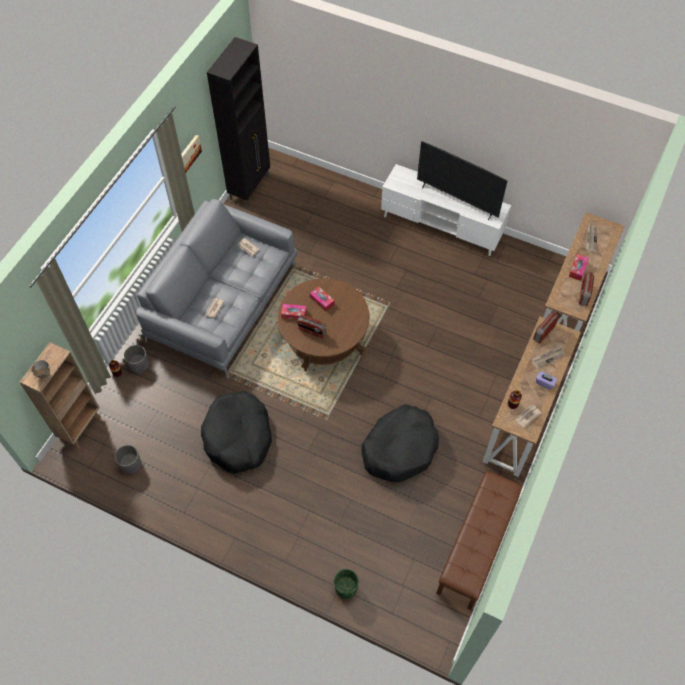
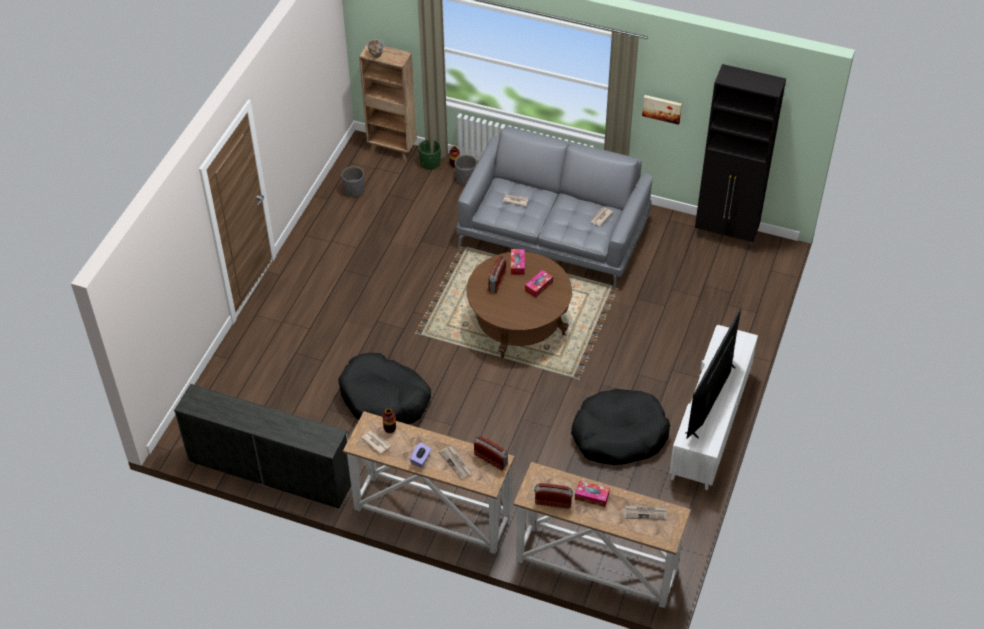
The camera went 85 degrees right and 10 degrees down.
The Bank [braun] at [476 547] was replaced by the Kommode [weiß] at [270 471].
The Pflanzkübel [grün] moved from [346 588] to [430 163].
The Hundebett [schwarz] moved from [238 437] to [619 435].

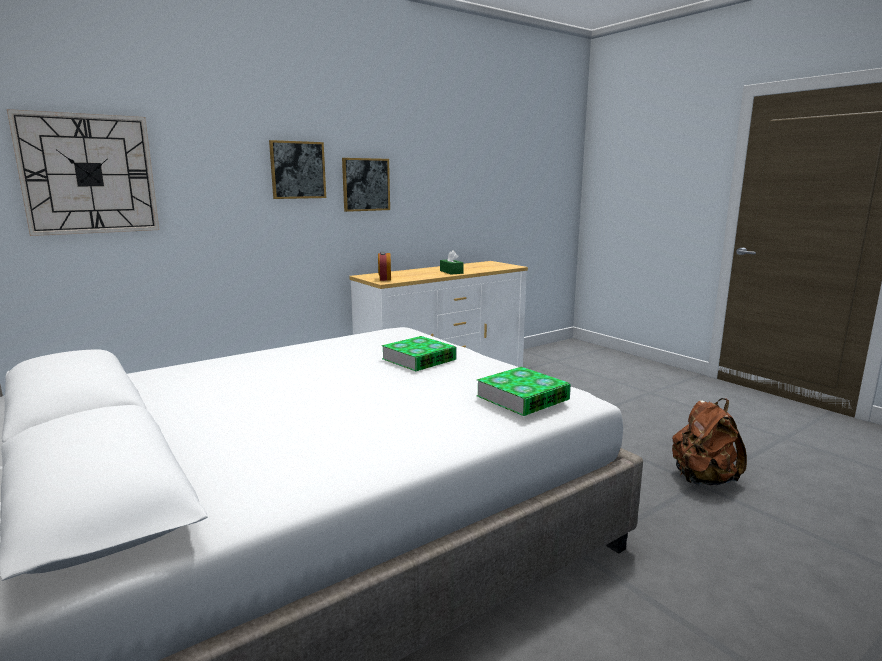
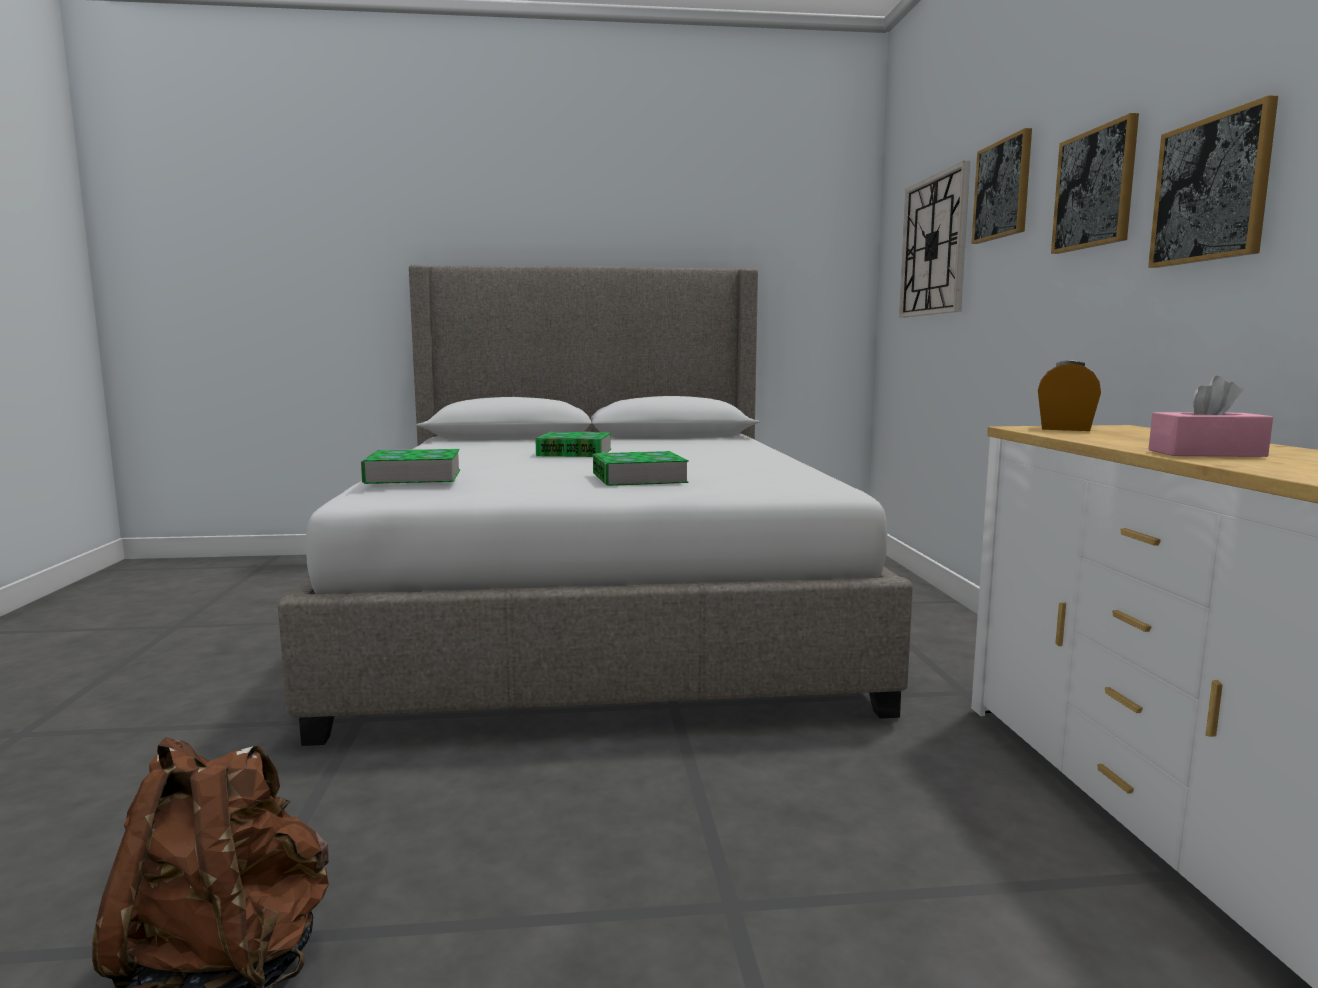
The camera went 120 degrees right and 5 degrees down.
The Buch at [575 452] appeared.
The Bild at [1003 189] appeared.
The Taschentuchbox [grün] at [451 272] became the Taschentuchbox [rosa] at [1206 453].

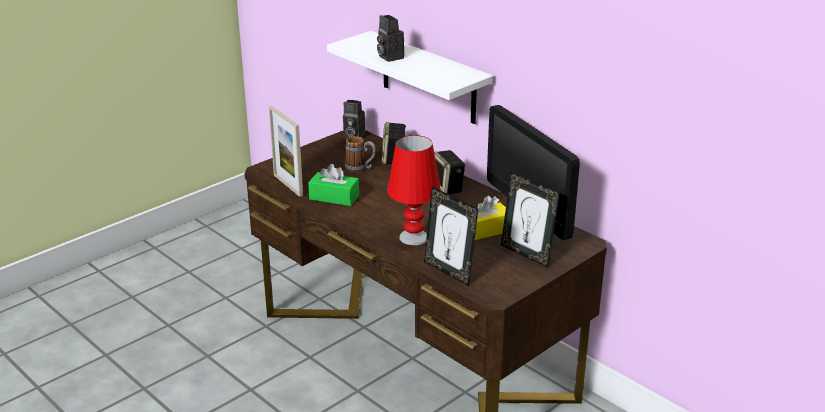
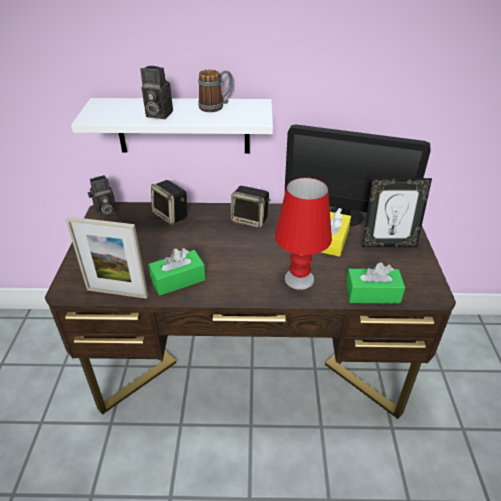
The camera went 45 degrees left and 10 degrees up.
The Henkelbecher moved from [360 168] to [216 106].
The Bilderrahmen at [449 271] was replaced by the Taschentuchbox [grün] at [372 294].

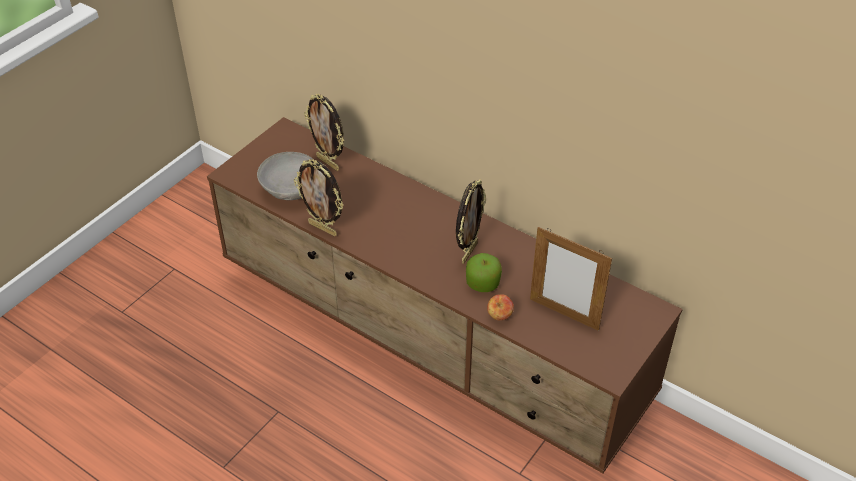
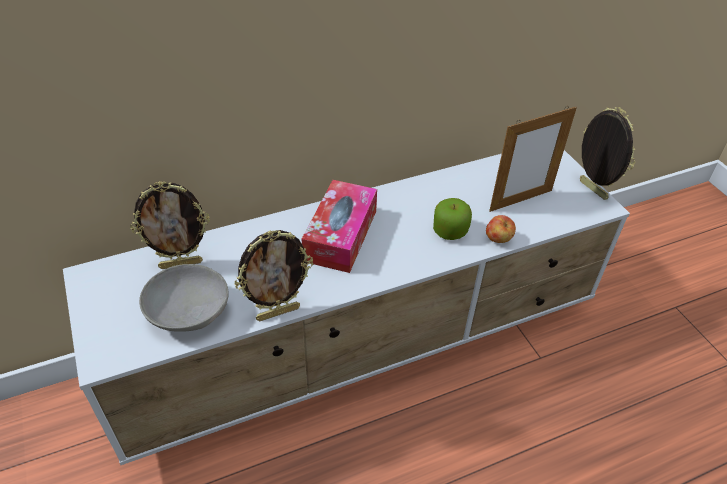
The camera went 60 degrees left and 0 degrees up.
The Fernsehschrank [braun] at [430 343] became the Fernsehschrank [weiß] at [362 346].
The Taschentuchbox at [340 235] appeared.
The Bilderrahmen moved from [468 252] to [591 190].

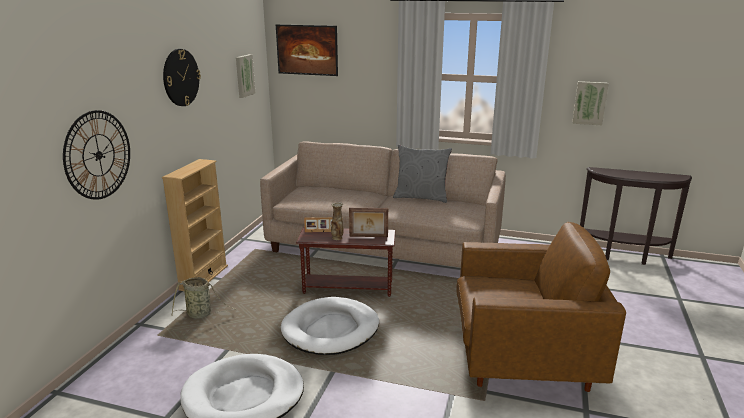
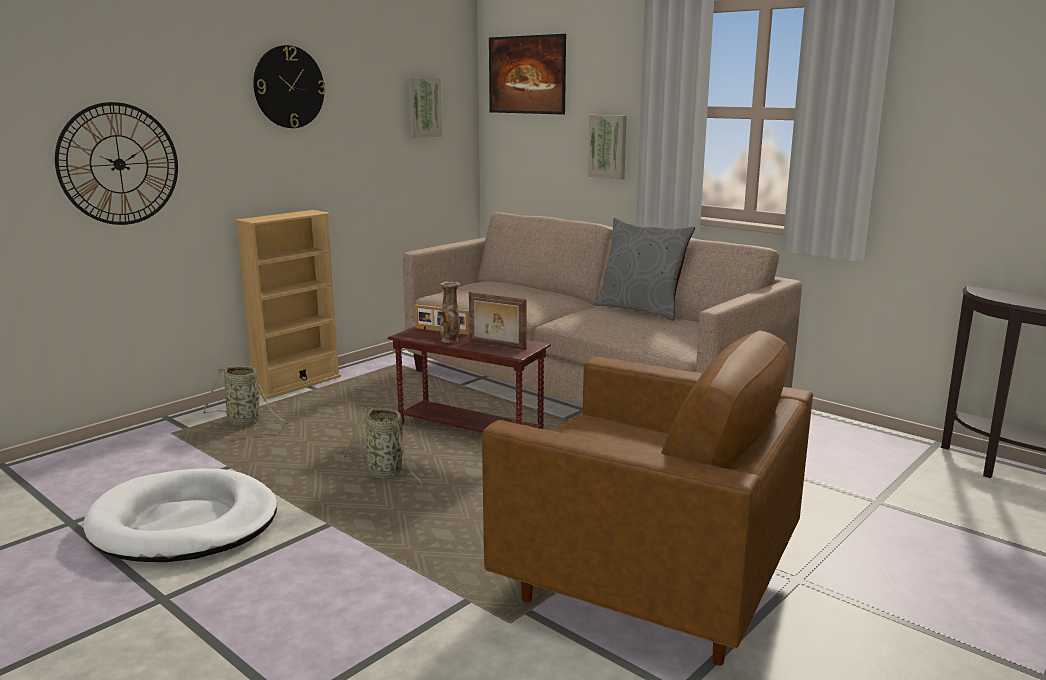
The camera went 25 degrees right and 5 degrees down.
The Hundebett [weiß] at [331 329] was replaced by the Korb at [386 474].
The Bild moved from [589 103] to [608 146].

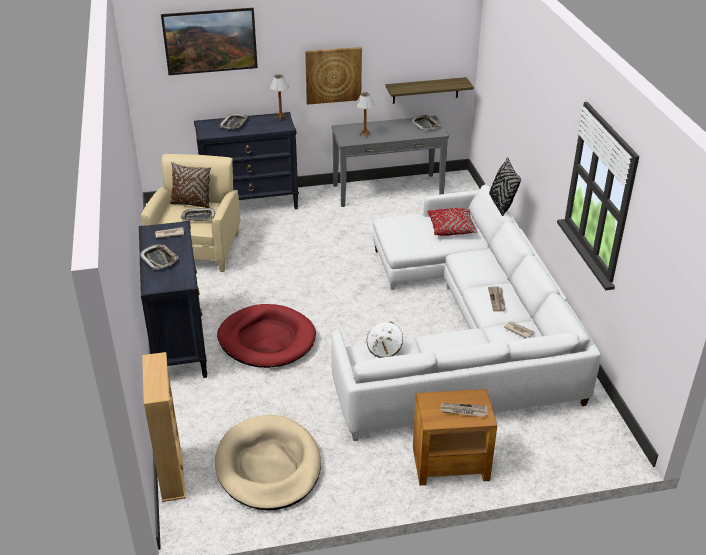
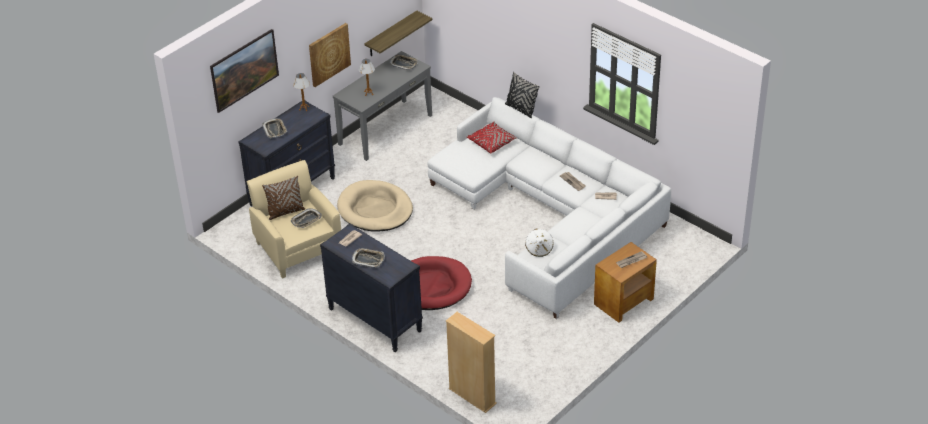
The camera went 35 degrees left and 5 degrees up.
The Hundebett [beige] moved from [268 466] to [375 209].

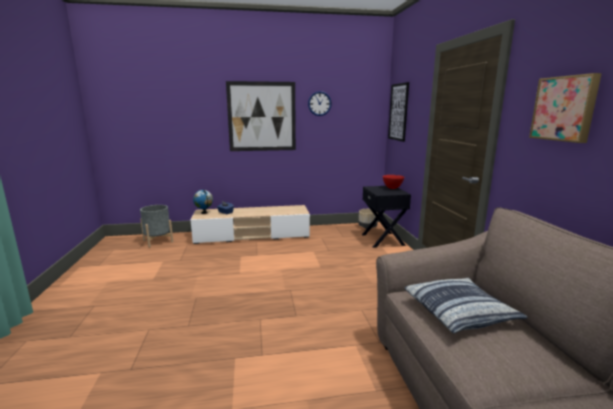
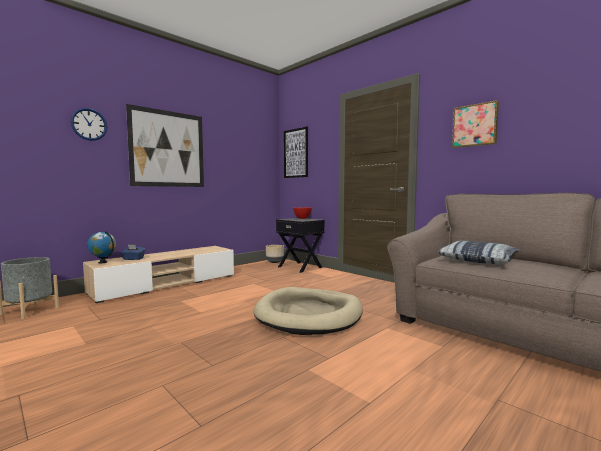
The camera went 35 degrees left and 10 degrees down.
The Wanduhr moved from [319 103] to [89 124].
The Hundebett [beige] at [309 314] appeared.

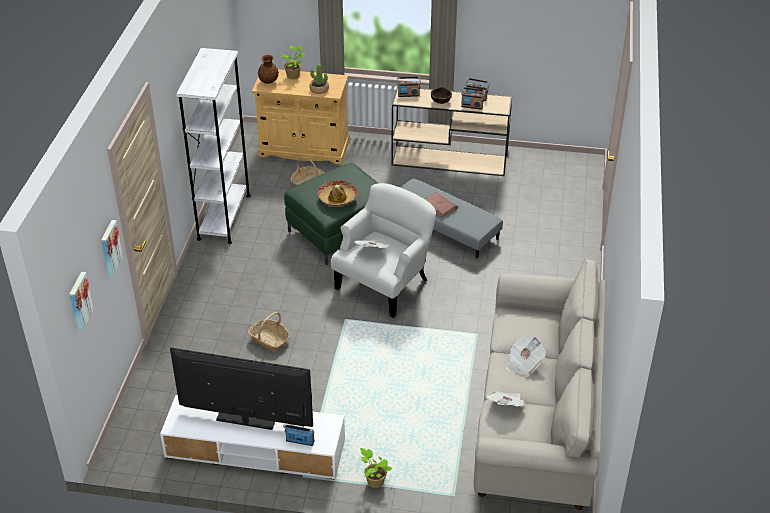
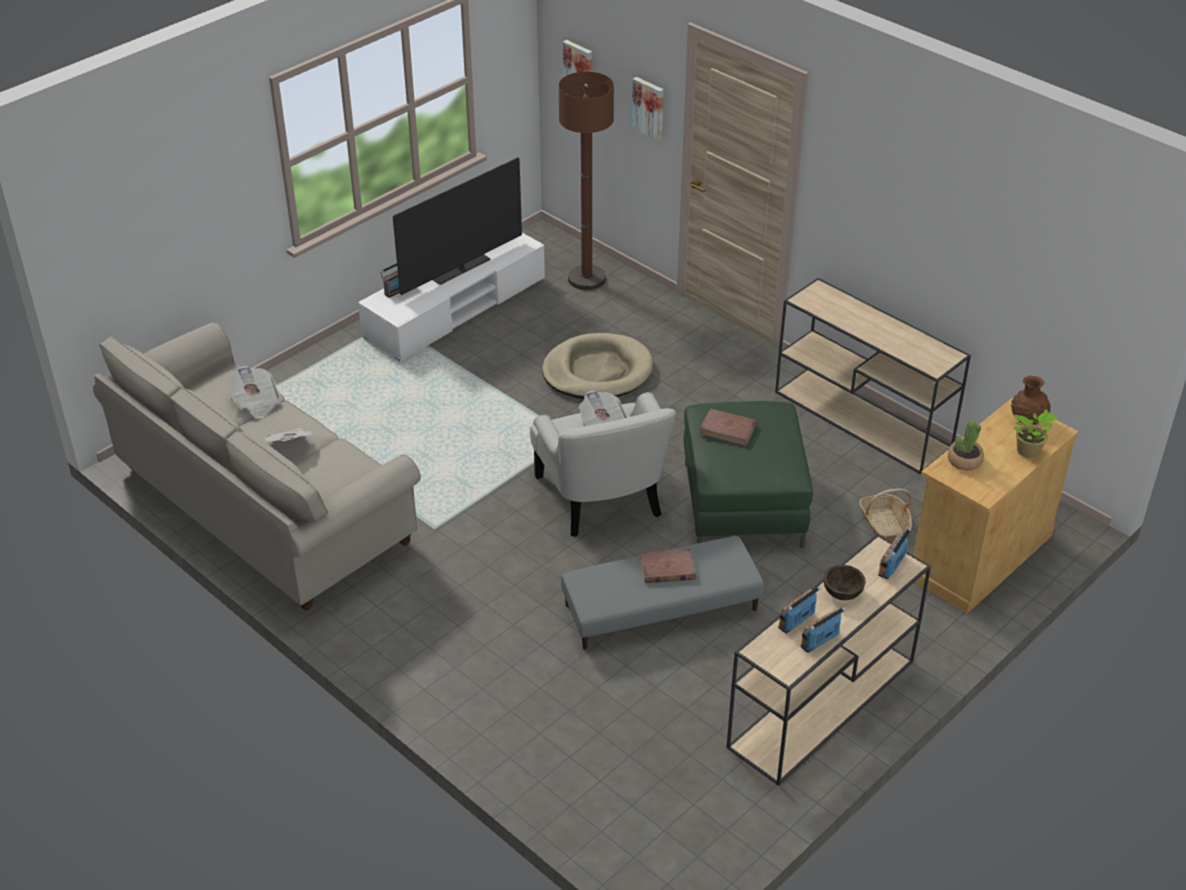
The camera went 125 degrees right and 0 degrees up.
The Korb at [269 340] was replaced by the Hundebett [beige] at [597 371].
The Stehlampe [braun] at [586 279] appeared.
The Hut at [337 197] was replaced by the Buch [braun] at [728 430].
The Bücherregal [weiß] at [224 217] was replaced by the Konsolentisch [beige] at [864 420].
The Topfpflanze at [374 481] disappeared.

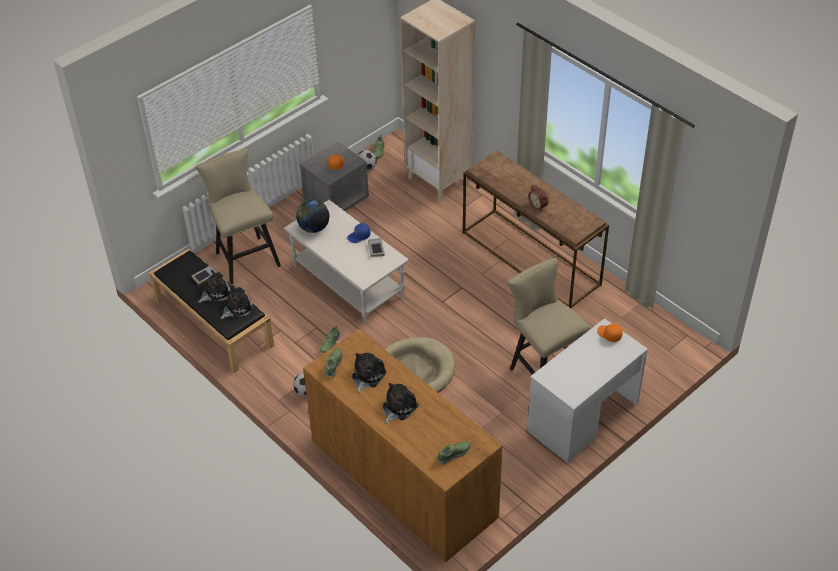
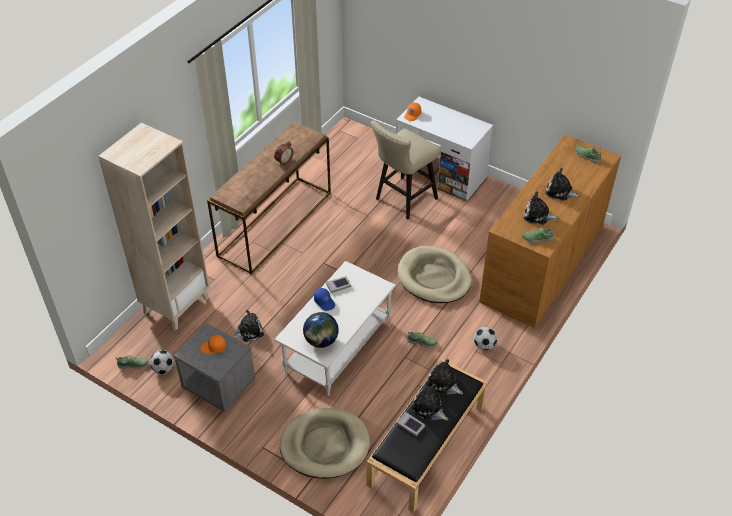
The camera went 105 degrees left and 0 degrees up.
The Plüschtier at [248 331] appeared.
The Hocker [beige] at [245 257] was replaced by the Hundebett [beige] at [325 445].

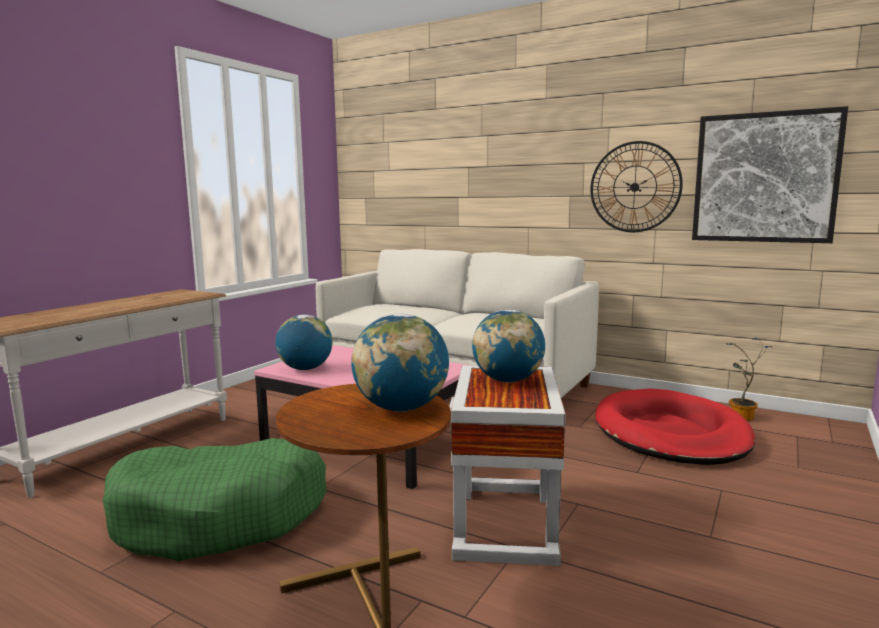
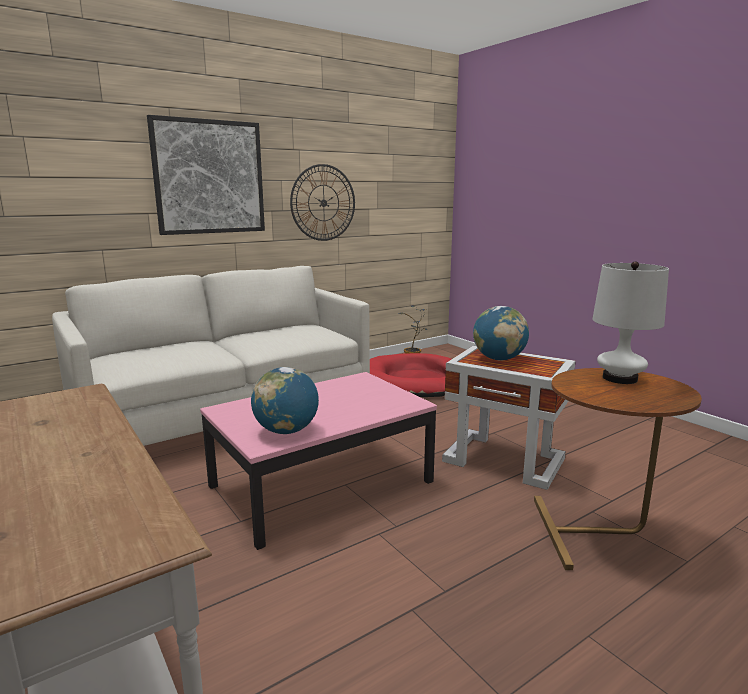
The camera went 65 degrees left and 5 degrees up.
The Bild moved from [764 178] to [209 177].
The Globus at [401 408] was replaced by the Tischlampe [weiß] at [620 378].
The Hundebett [grün] at [220 516] disappeared.

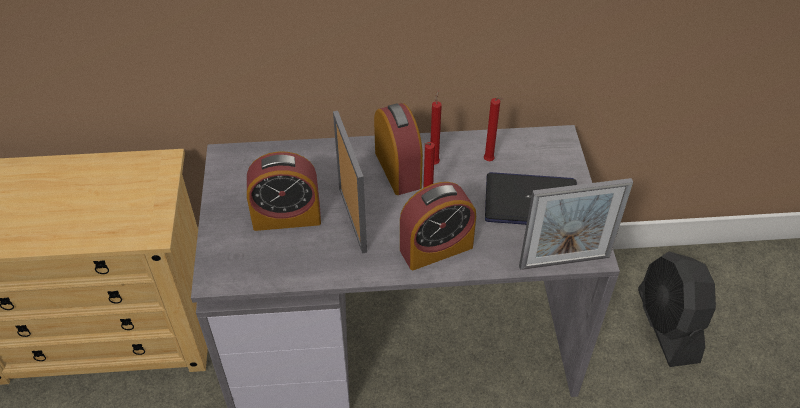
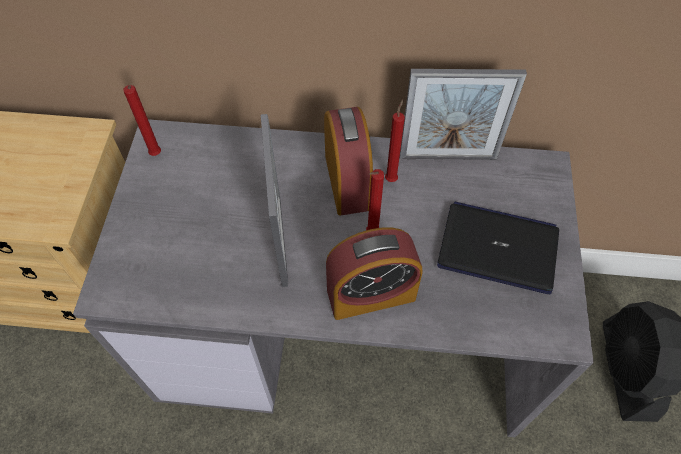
The camera went 10 degrees right and 10 degrees up.
The Kerze [rot] moved from [489 161] to [156 155].
The Bilderrahmen moved from [564 262] to [447 157].
The Wecker at [287 217] disappeared.

